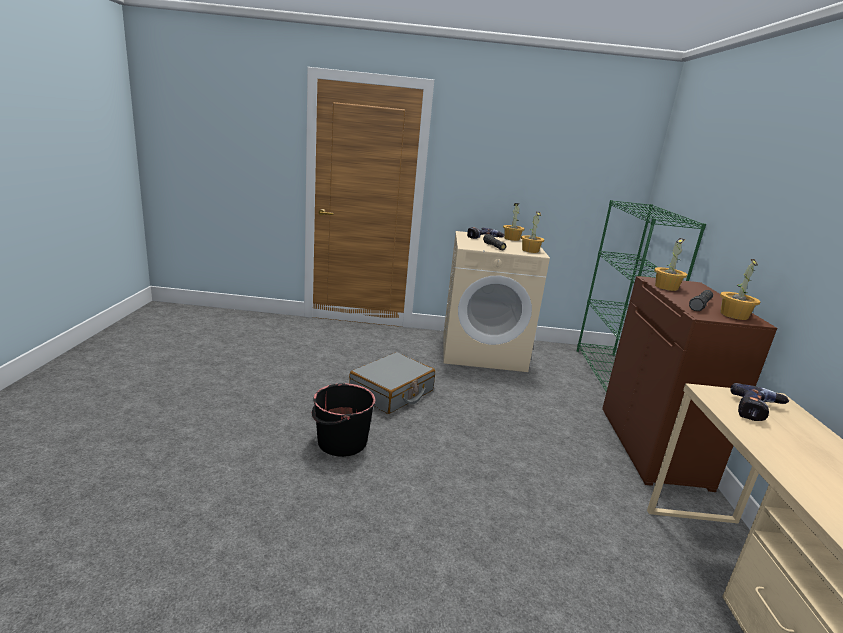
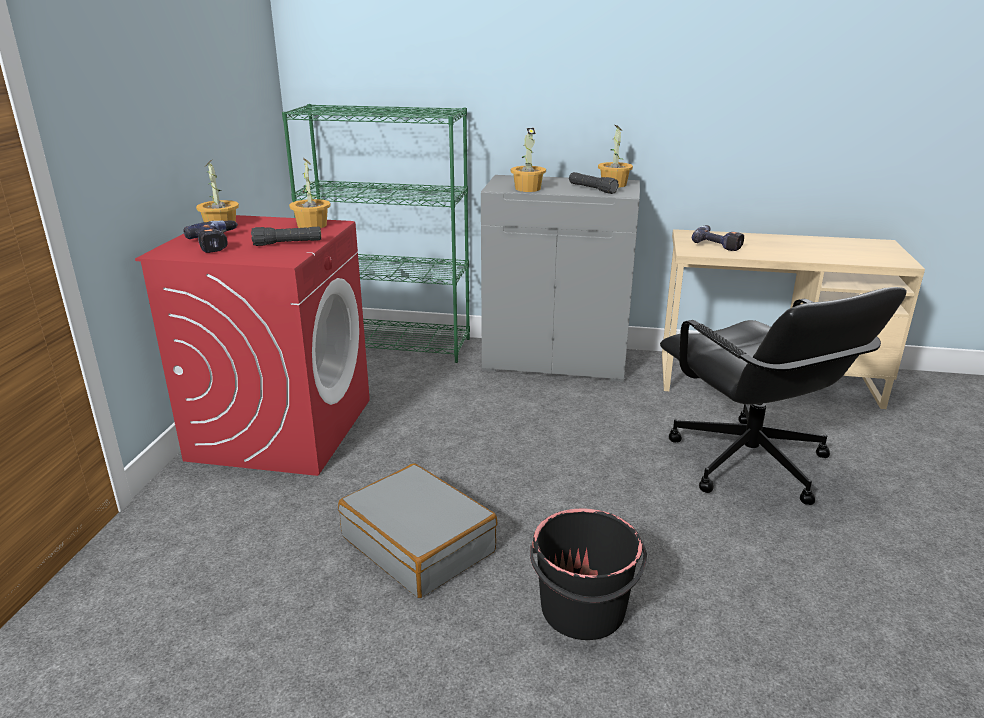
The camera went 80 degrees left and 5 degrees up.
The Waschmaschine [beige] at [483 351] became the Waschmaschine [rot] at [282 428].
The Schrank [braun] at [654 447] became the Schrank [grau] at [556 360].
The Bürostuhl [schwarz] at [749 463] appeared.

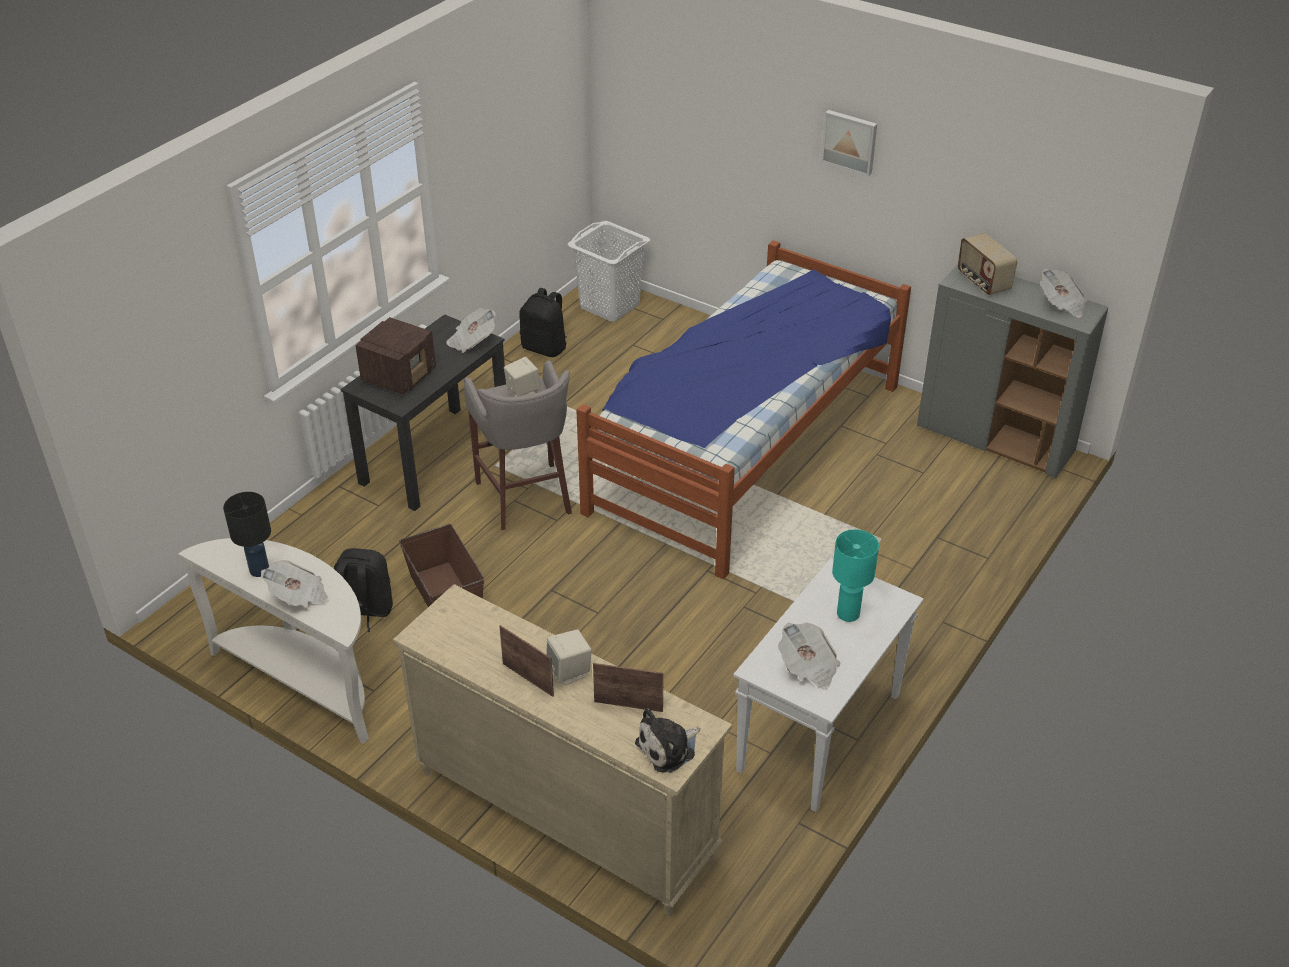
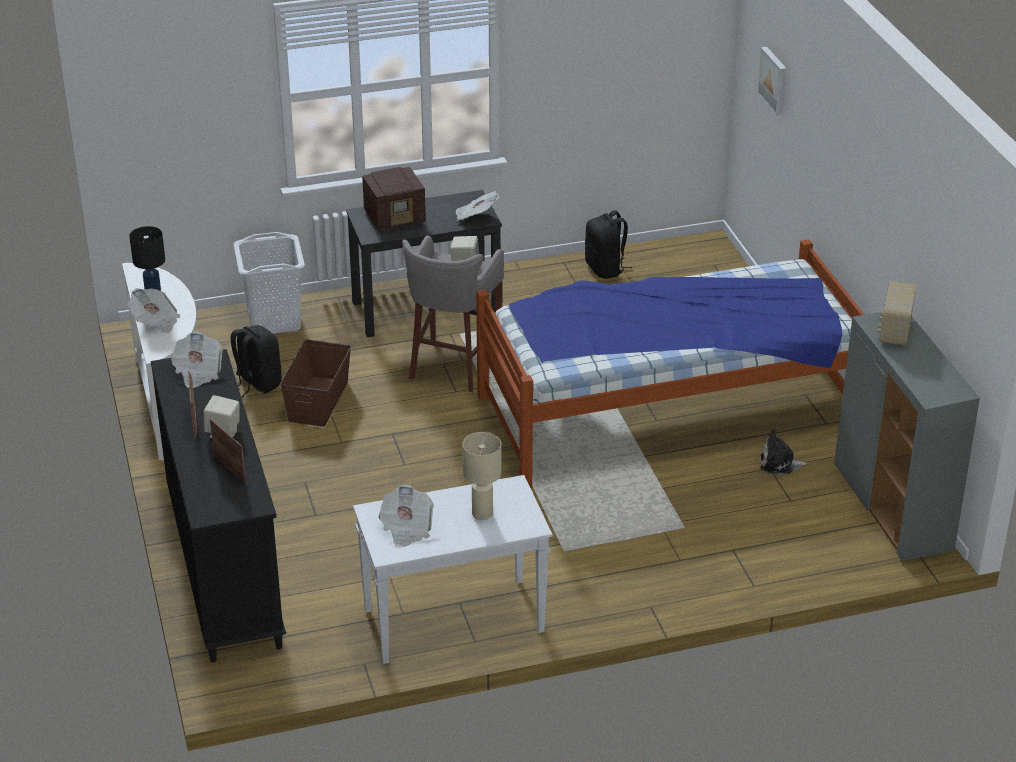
The camera went 40 degrees right and 5 degrees down.
The Kommode [beige] at [563 813] became the Kommode [schwarz] at [224 568].
The Zeitung moved from [1061 305] to [198 372].
The Wäschekorb [weiß] moved from [610 305] to [274 321].
The Tischlampe [türkis] at [848 614] became the Tischlampe [beige] at [482 514].
The Bild moved from [850 141] to [774 80].
The Plüschtier moved from [668 748] to [779 463].

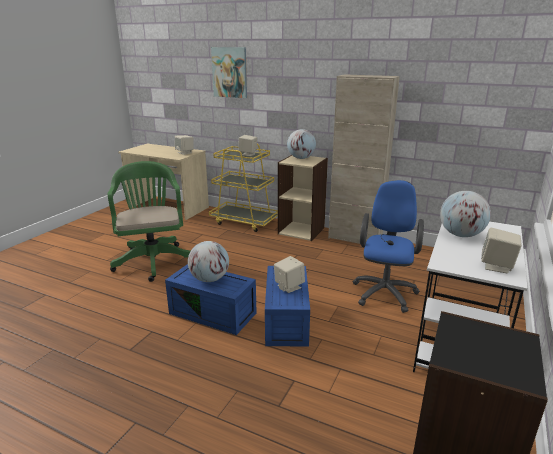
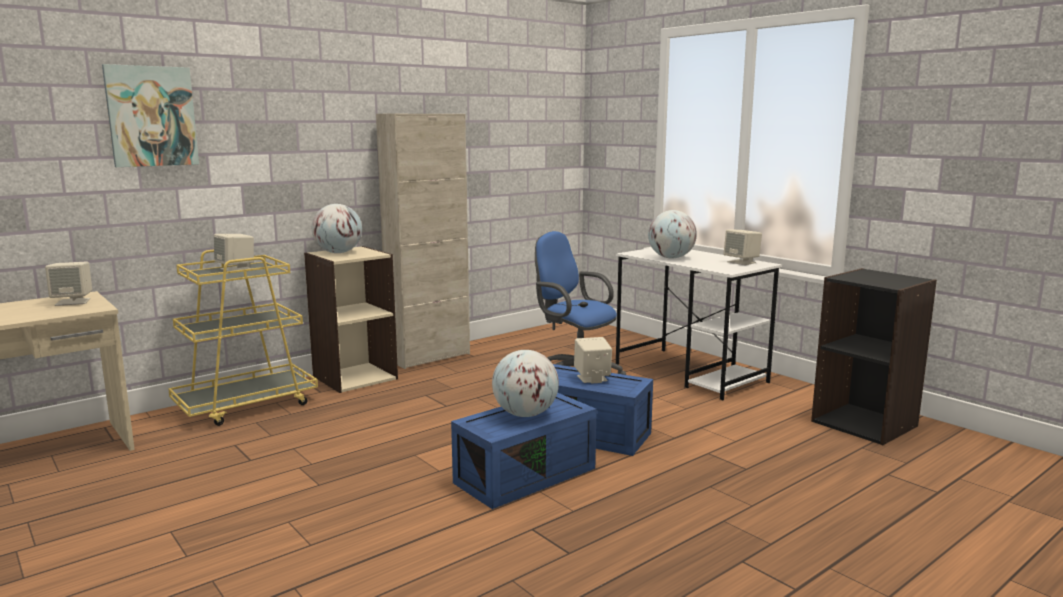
The camera went 65 degrees left and 10 degrees down.
The Bürostuhl [grün] at [153 260] disappeared.

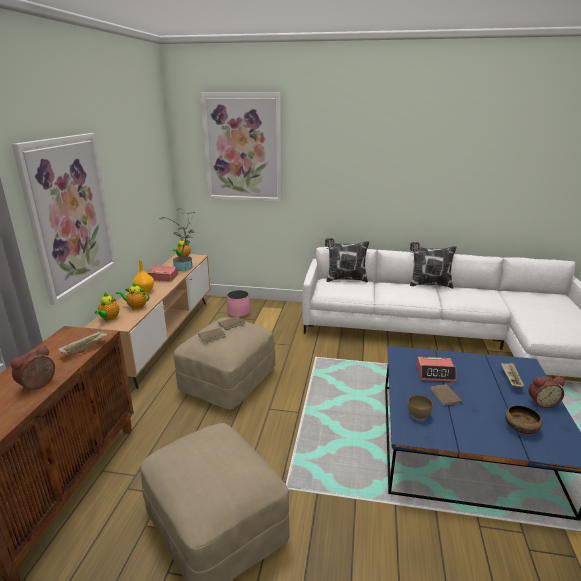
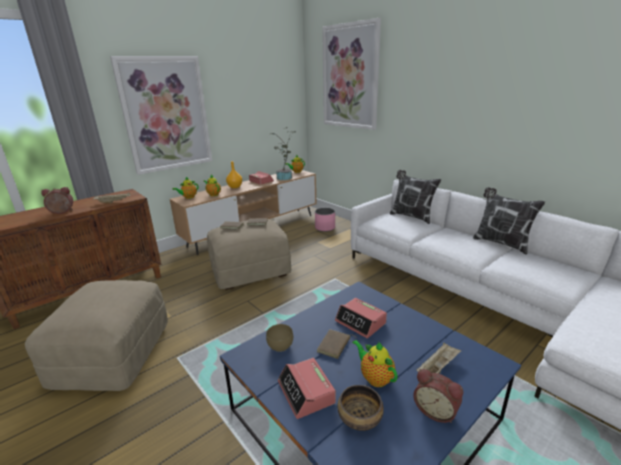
The camera went 40 degrees right and 0 degrees up.
The Wecker at [306 392] appeared.
The Teekanne at [375 377] appeared.

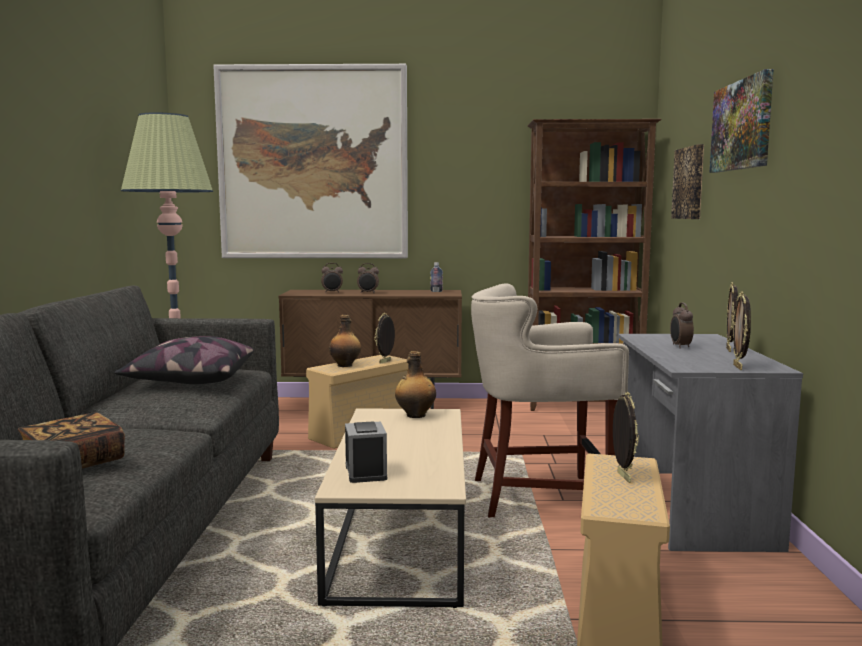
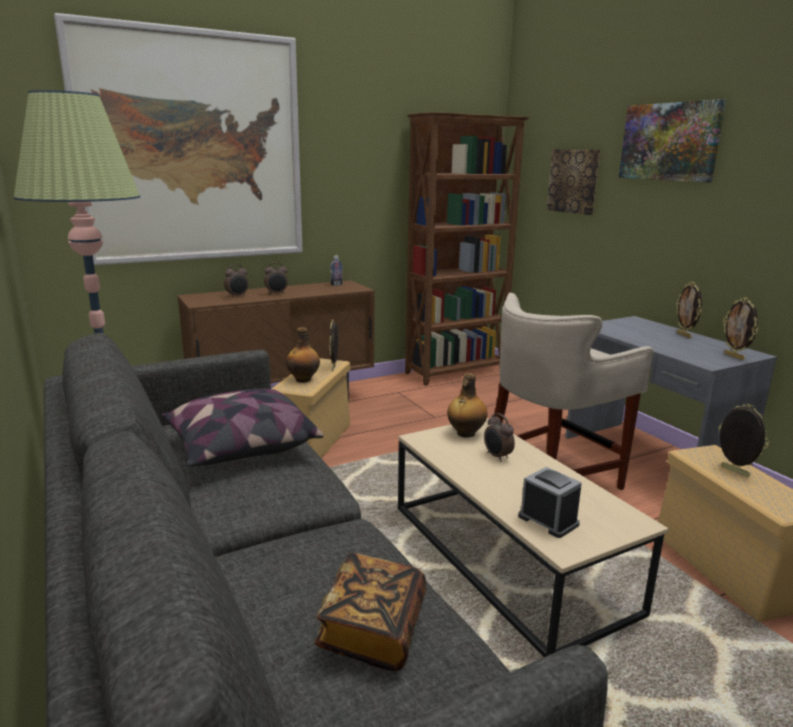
The camera went 30 degrees left and 10 degrees up.
The Wecker moved from [680 346] to [497 456].

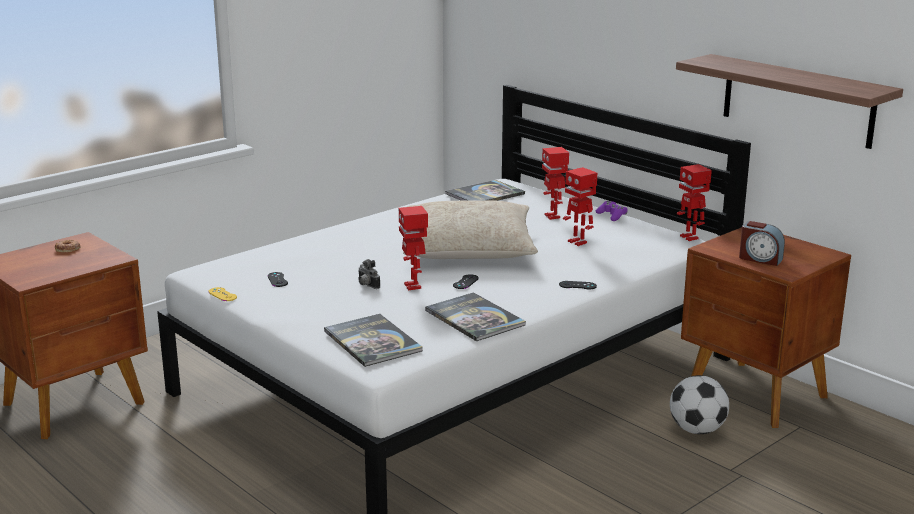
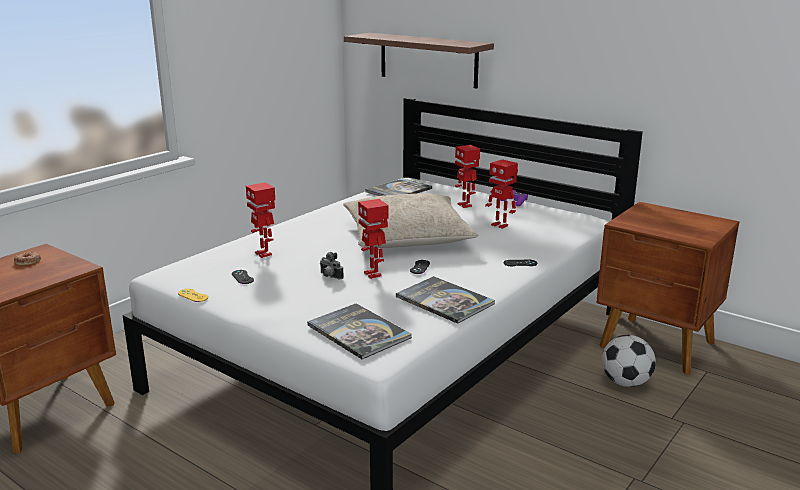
The camera went 10 degrees left and 0 degrees up.
The Spielzeugroboter moved from [690 237] to [264 254].
The Wandregal moved from [797 101] to [428 60].
The Wecker at [760 259] disappeared.

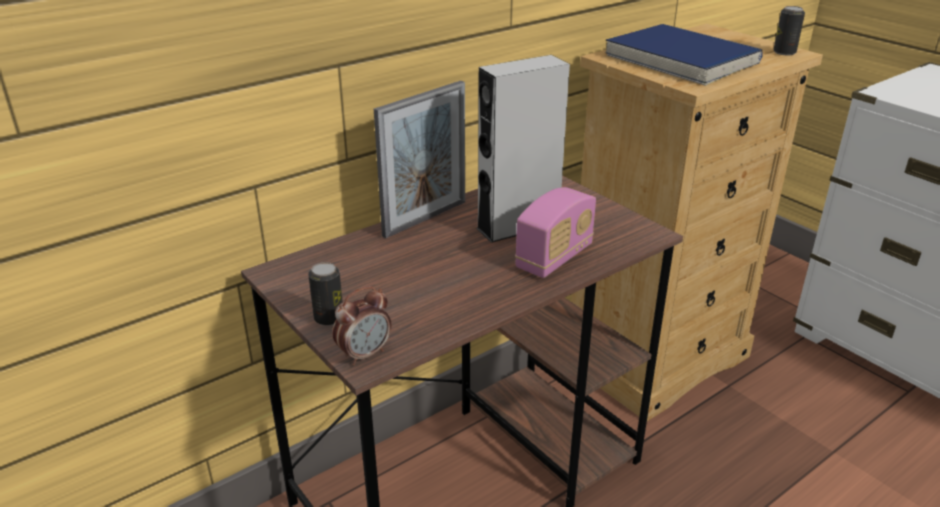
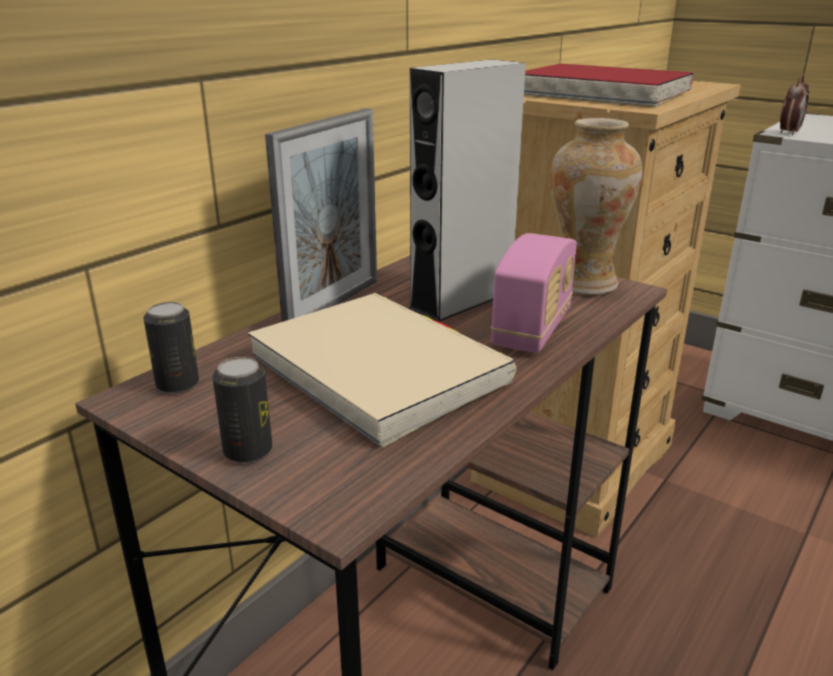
The camera went 15 degrees left and 5 degrees down.
The Dose moved from [784 52] to [177 384].
The Buch [beige] at [378 371] appeared.
The Buch [blau] at [681 60] became the Buch [rot] at [602 93].
The Vase at [584 284] appeared.
The Wecker moved from [364 354] to [789 133].

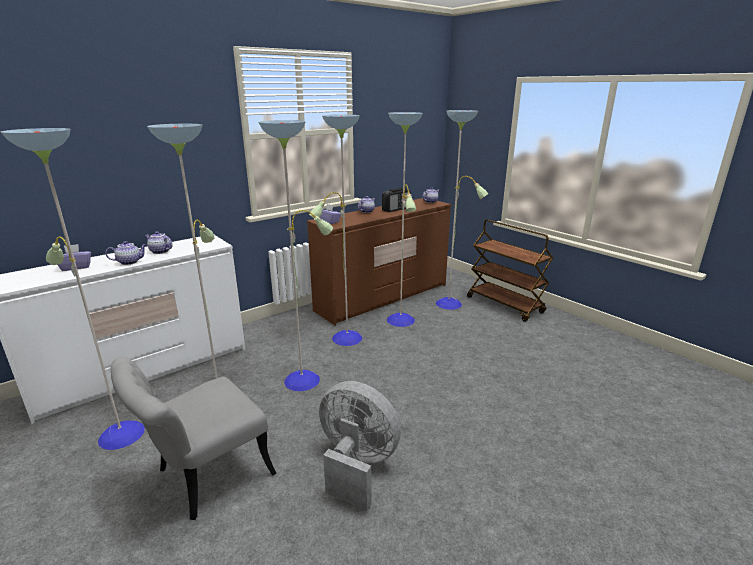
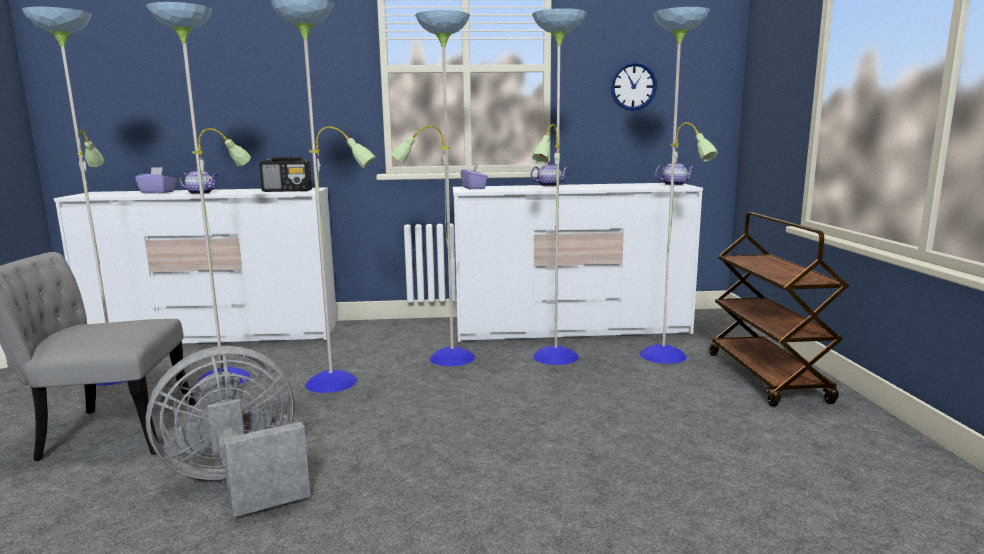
The camera went 35 degrees right and 10 degrees down.
The Ventilator [grau] at [356 465] turned 90 degrees counterclockwise.
The Radio moved from [396 209] to [287 191].
The Kommode [braun] at [383 297] became the Kommode [weiß] at [571 329].
The Wanduhr at [633 86] appeared.
The Teekanne at [160 251] disappeared.

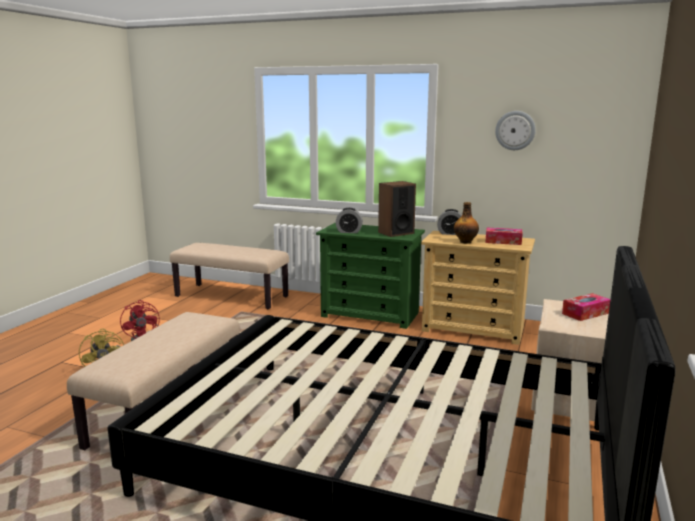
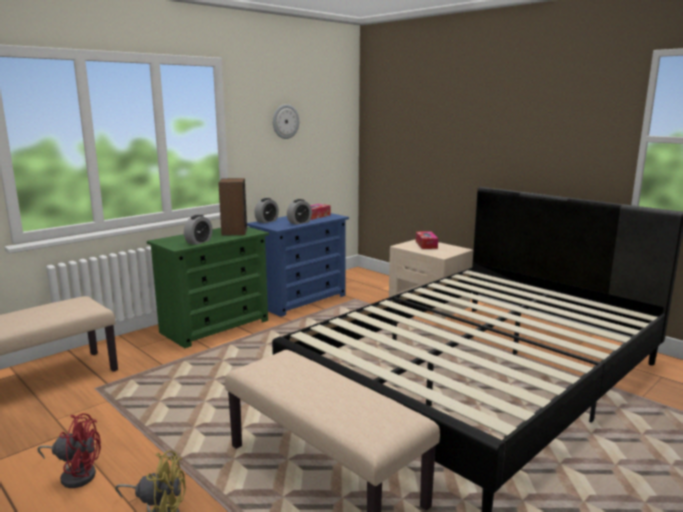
The camera went 65 degrees left and 0 degrees up.
The Kommode [beige] at [473 329] became the Kommode [blau] at [300 300].
The Flasche at [465 242] was replaced by the Wecker at [299 222].

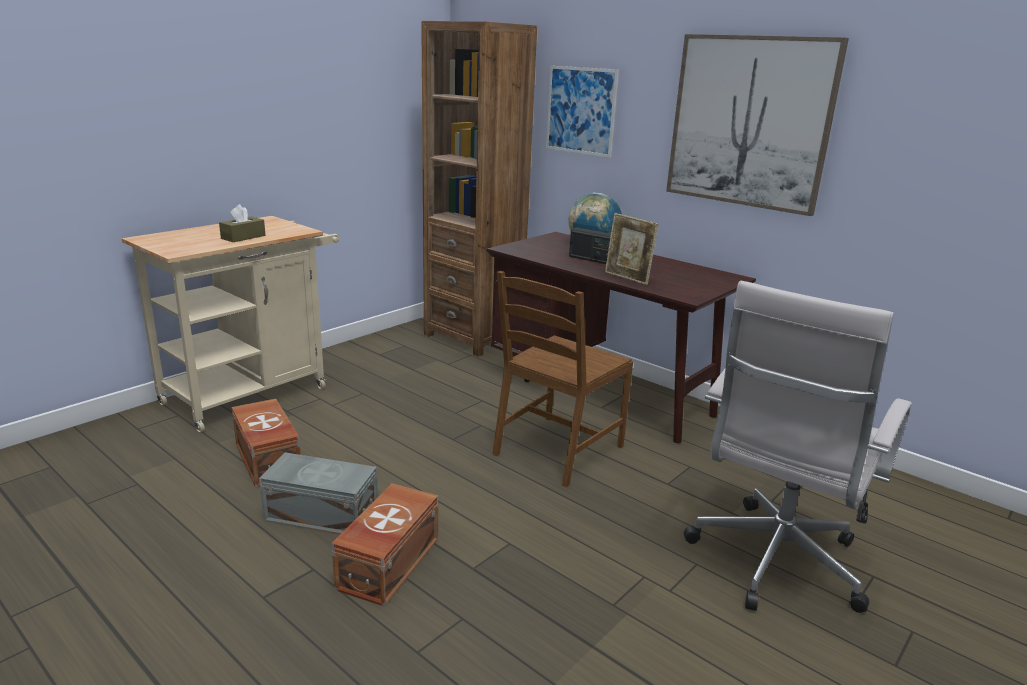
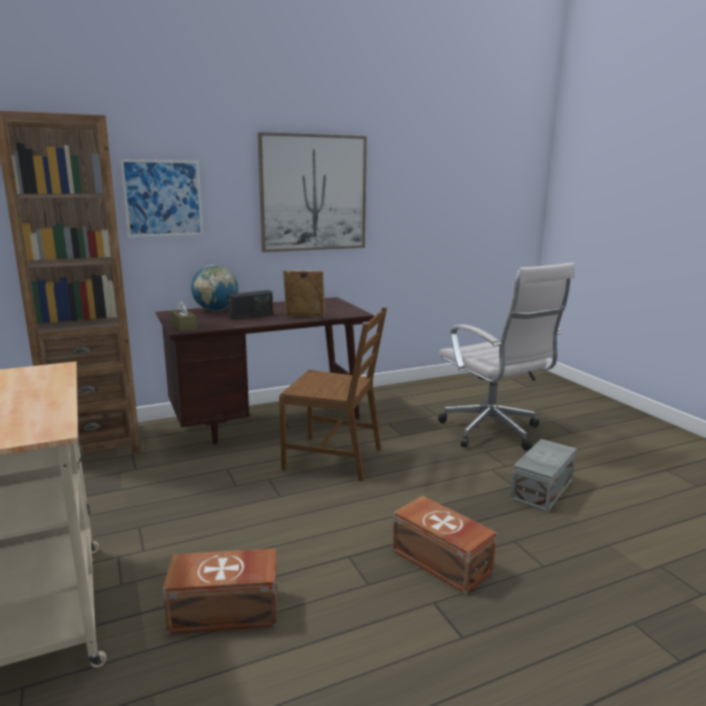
The camera went 65 degrees left and 5 degrees down.
The Taschentuchbox [braun] moved from [243 237] to [184 327].
The Stuhl [braun] at [557 450] turned 45 degrees counterclockwise.
The Bilderrahmen at [627 278] turned 150 degrees counterclockwise.
The Aufbewahrungsbox [grau] moved from [321 513] to [540 490].

